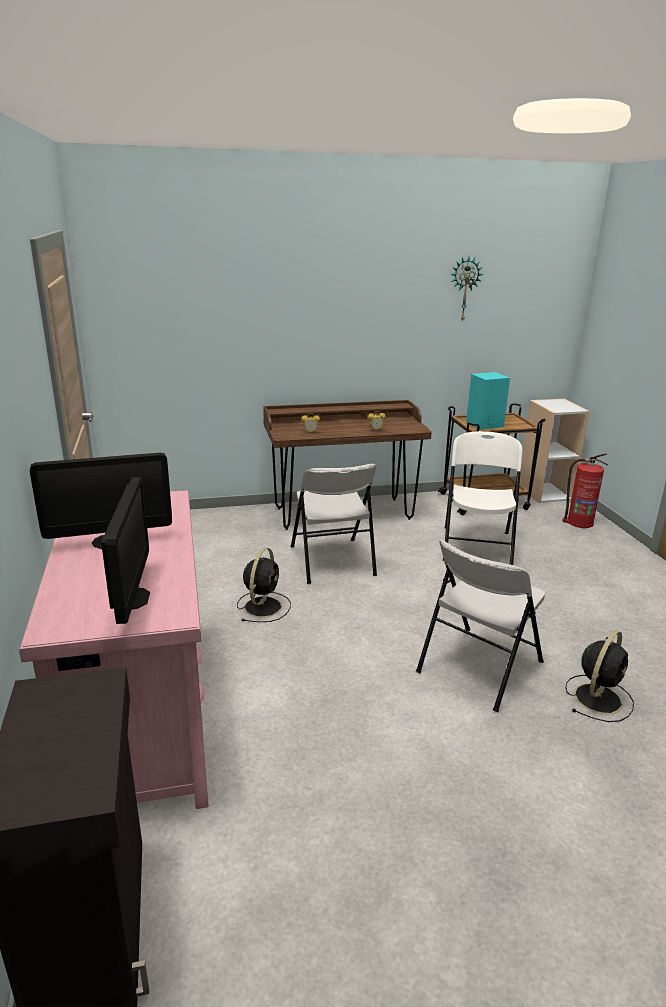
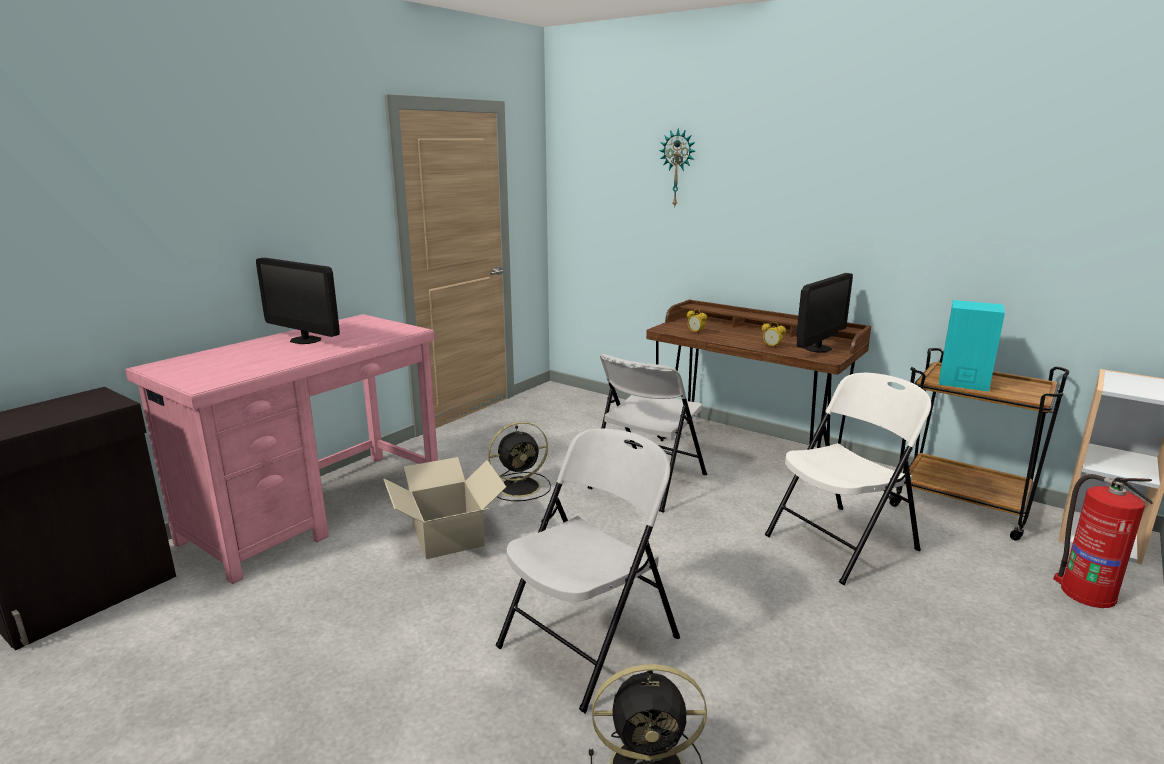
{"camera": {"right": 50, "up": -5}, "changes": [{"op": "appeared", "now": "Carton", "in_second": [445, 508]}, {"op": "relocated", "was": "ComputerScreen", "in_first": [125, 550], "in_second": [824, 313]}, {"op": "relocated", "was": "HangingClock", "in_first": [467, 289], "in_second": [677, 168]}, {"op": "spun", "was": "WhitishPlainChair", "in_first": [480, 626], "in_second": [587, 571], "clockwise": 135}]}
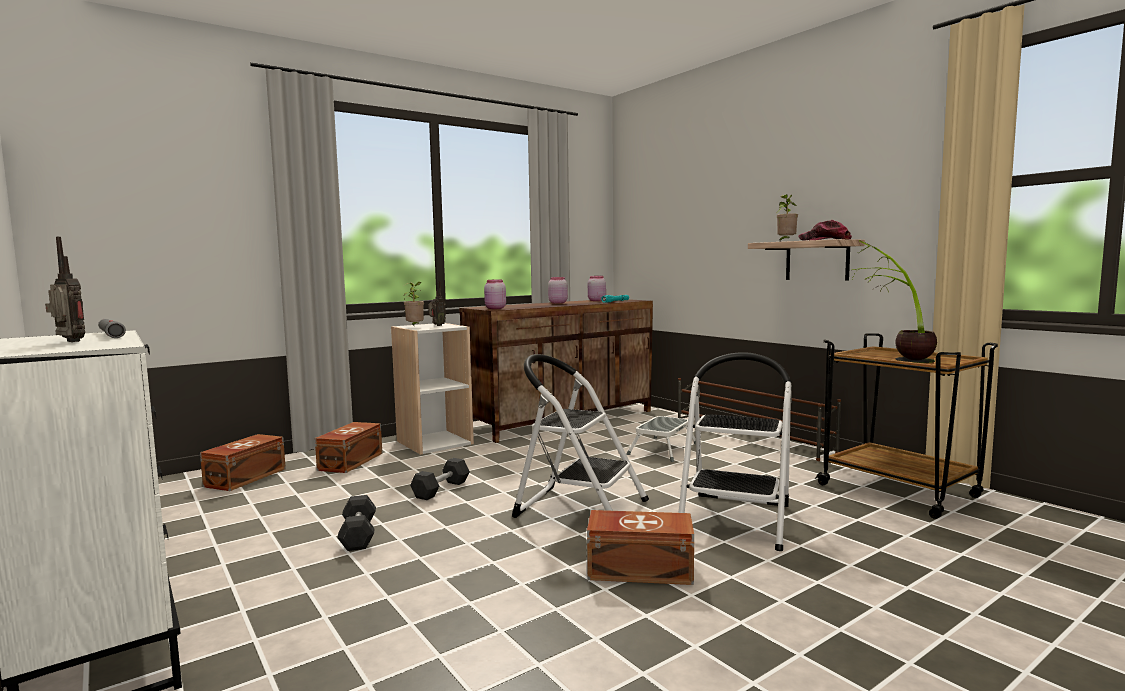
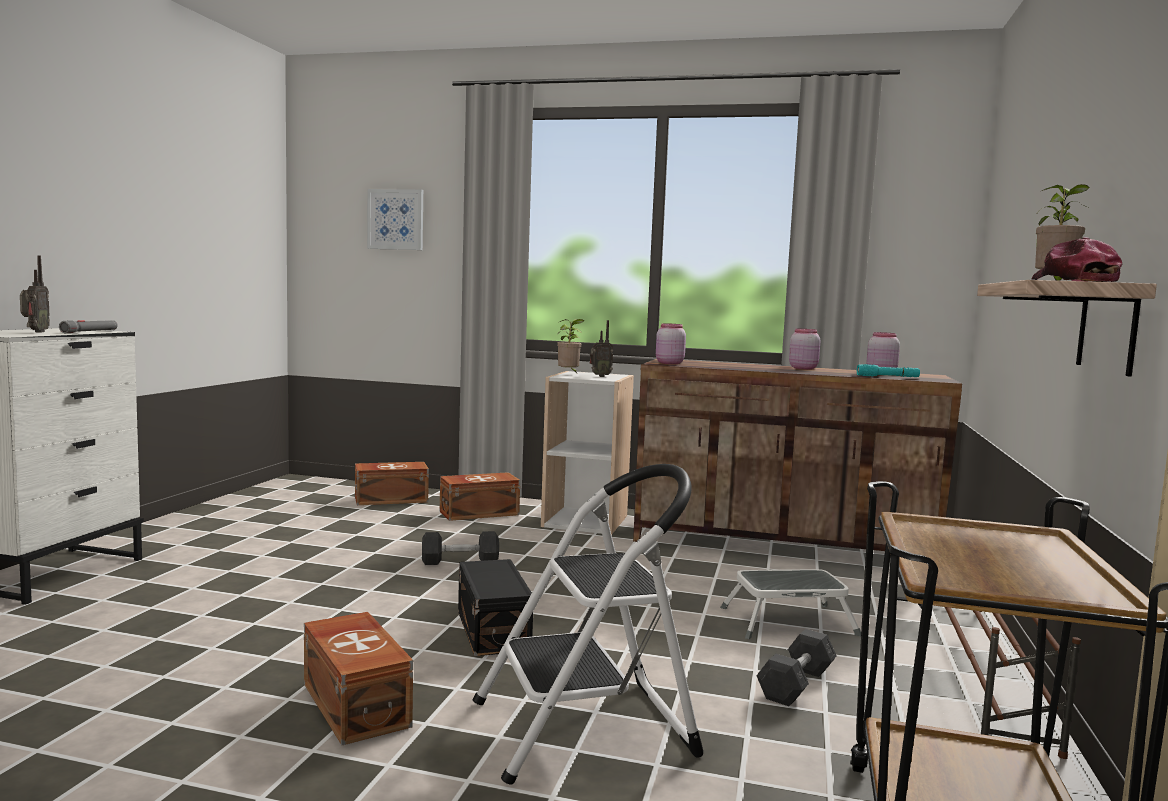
{"camera": {"right": 50, "up": 0}, "changes": [{"op": "missing", "was": "PottedPlant", "in_first": [894, 301]}, {"op": "appeared", "now": "WallPicture", "in_second": [395, 219]}, {"op": "relocated", "was": "GreyishHandWeight", "in_first": [356, 523], "in_second": [796, 667]}, {"op": "exchanged", "was": "StepLadder", "now": "BlackishStorageContainer", "in_first": [580, 436], "in_second": [495, 607]}]}
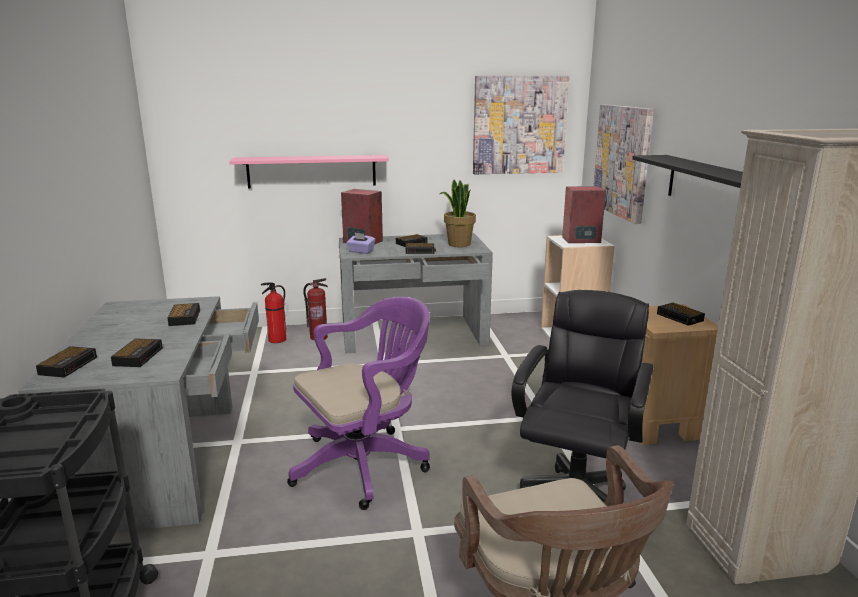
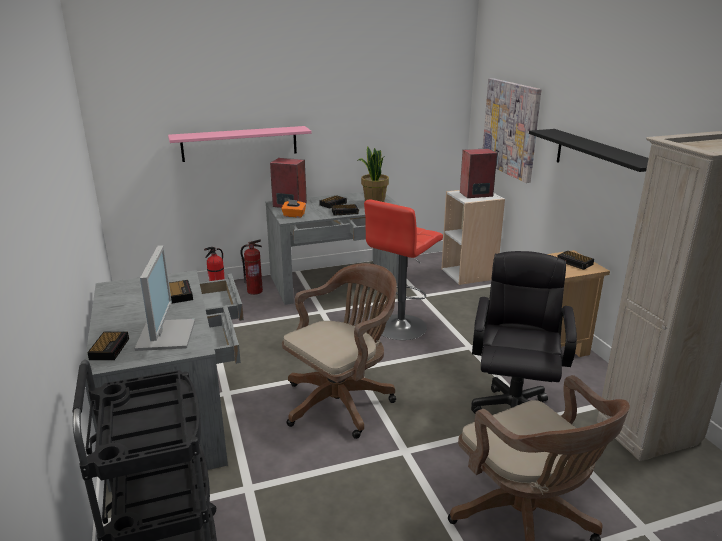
{"camera": {"right": -10, "up": 5}, "changes": [{"op": "missing", "was": "WallPicture", "in_first": [521, 125]}, {"op": "appeared", "now": "RedColouredStool", "in_second": [403, 269]}, {"op": "exchanged", "was": "TableClock", "now": "ComputerScreen", "in_first": [137, 353], "in_second": [165, 298]}, {"op": "colour", "was": "PurpleComputerChair", "now": "BrownComputerChair", "in_first": [358, 403], "in_second": [339, 351]}, {"op": "colour", "was": "PurpleTissueBox", "now": "OrangeyTissueBox", "in_first": [360, 243], "in_second": [293, 208]}]}
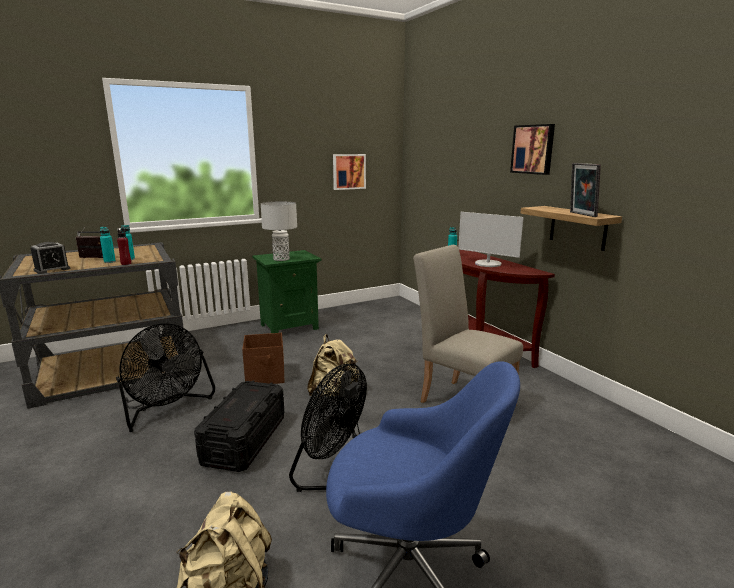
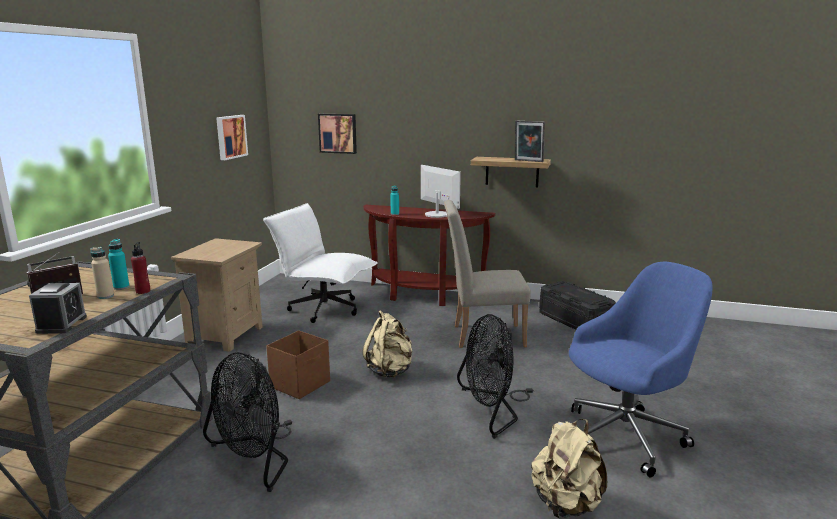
{"camera": {"right": -45, "up": 0}, "changes": [{"op": "missing", "was": "WhitishTableLamp", "in_first": [279, 231]}, {"op": "appeared", "now": "WhitishComputerChair", "in_second": [320, 263]}, {"op": "relocated", "was": "BlackishStorageContainer", "in_first": [239, 426], "in_second": [577, 305]}, {"op": "relocated", "was": "WallPicture", "in_first": [532, 149], "in_second": [337, 134]}, {"op": "colour", "was": "BlueGreenDrinkBottle", "now": "BeigeDrinkBottle", "in_first": [108, 245], "in_second": [102, 273]}, {"op": "colour", "was": "GreenishNightTable", "now": "BeigeNightTable", "in_first": [287, 291], "in_second": [217, 295]}, {"op": "spun", "was": "BlackishElectricFan", "in_first": [165, 377], "in_second": [248, 422], "clockwise": 135}, {"op": "spun", "was": "ComputerScreen", "in_first": [491, 239], "in_second": [441, 191], "clockwise": -120}]}
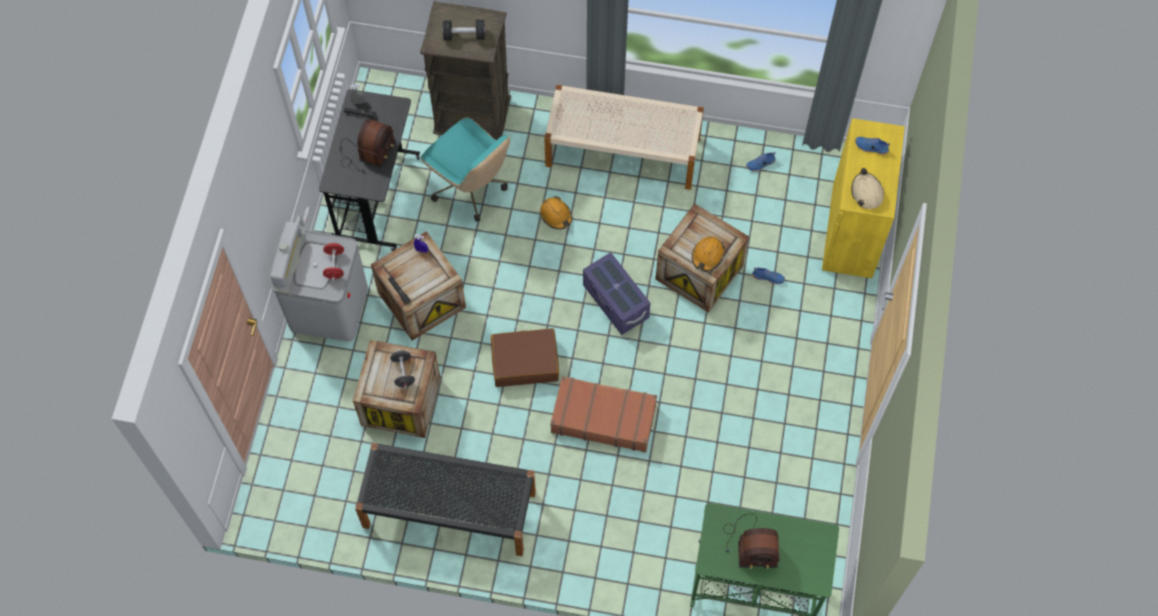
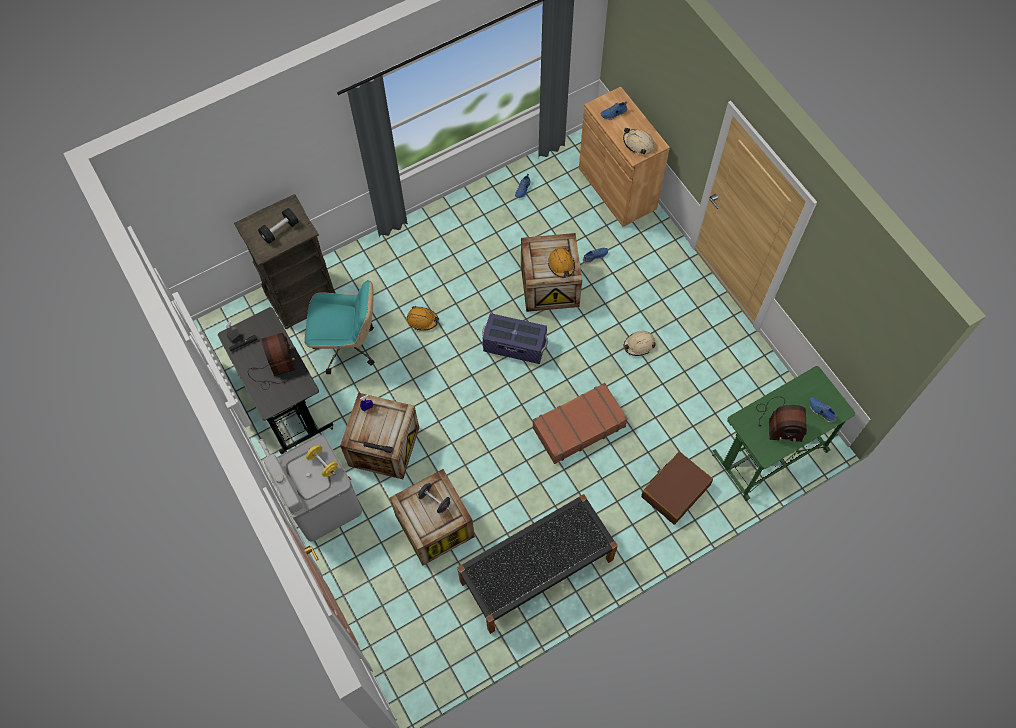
{"camera": {"right": -40, "up": 0}, "changes": [{"op": "missing", "was": "BeigeBench", "in_first": [624, 137]}, {"op": "appeared", "now": "BeigeWorkHelmet", "in_second": [640, 343]}, {"op": "appeared", "now": "BlueColouredShoe", "in_second": [823, 410]}, {"op": "relocated", "was": "BrownTravelCase", "in_first": [525, 357], "in_second": [677, 488]}, {"op": "colour", "was": "RedColouredHandWeight", "now": "YellowColouredHandWeight", "in_first": [333, 261], "in_second": [322, 461]}, {"op": "colour", "was": "YellowColouredStorageCabinet", "now": "BrownStorageCabinet", "in_first": [863, 198], "in_second": [624, 157]}, {"op": "spun", "was": "RadioReceiver", "in_first": [751, 541], "in_second": [781, 419], "clockwise": 45}]}
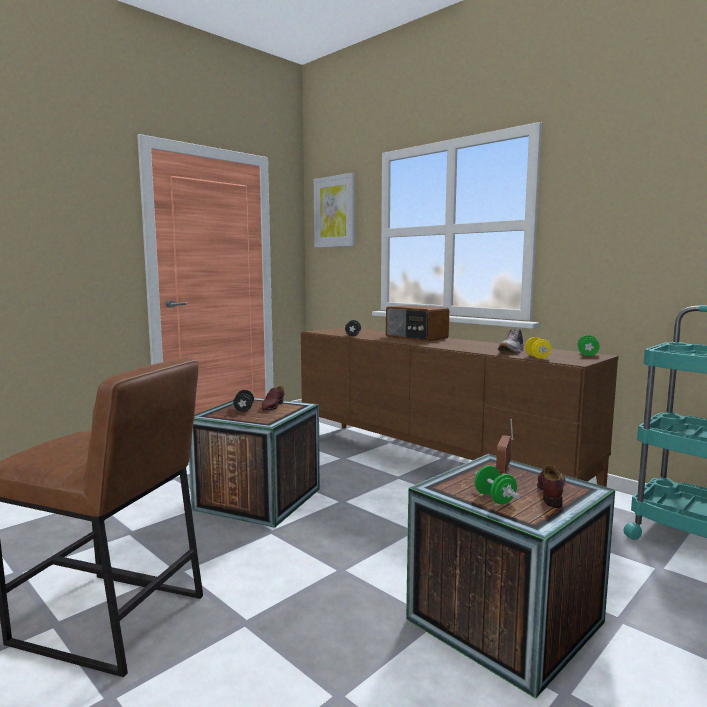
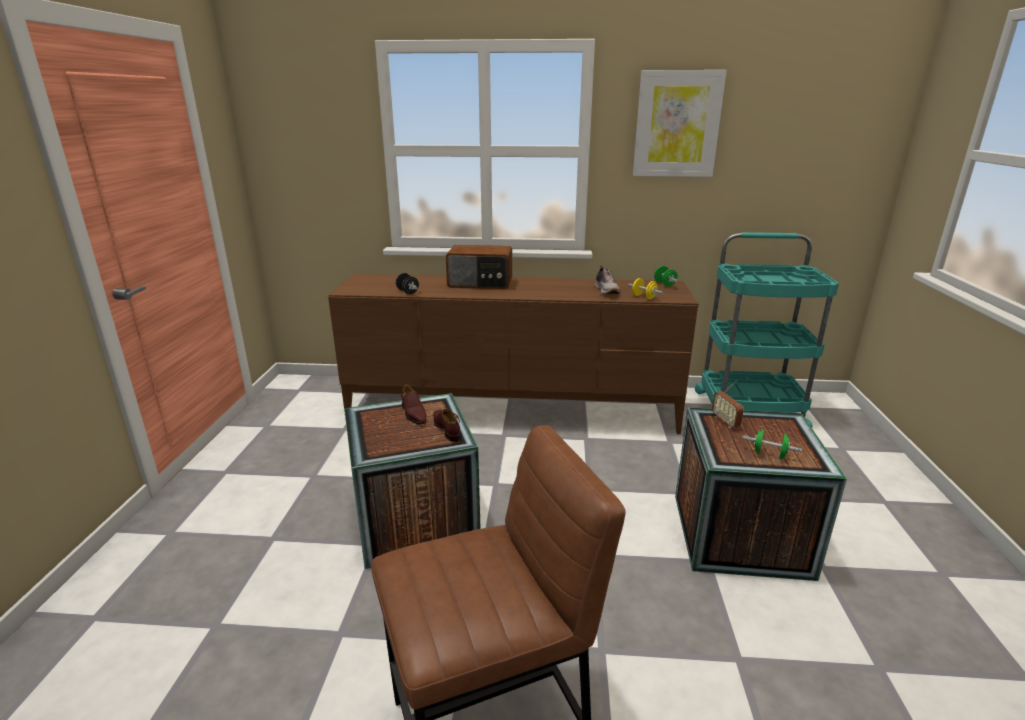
{"camera": {"right": -40, "up": 15}, "changes": [{"op": "missing", "was": "BlackishHandWeight", "in_first": [243, 401]}, {"op": "relocated", "was": "WallPicture", "in_first": [334, 210], "in_second": [680, 123]}, {"op": "relocated", "was": "BrownShoe", "in_first": [551, 486], "in_second": [447, 425]}]}
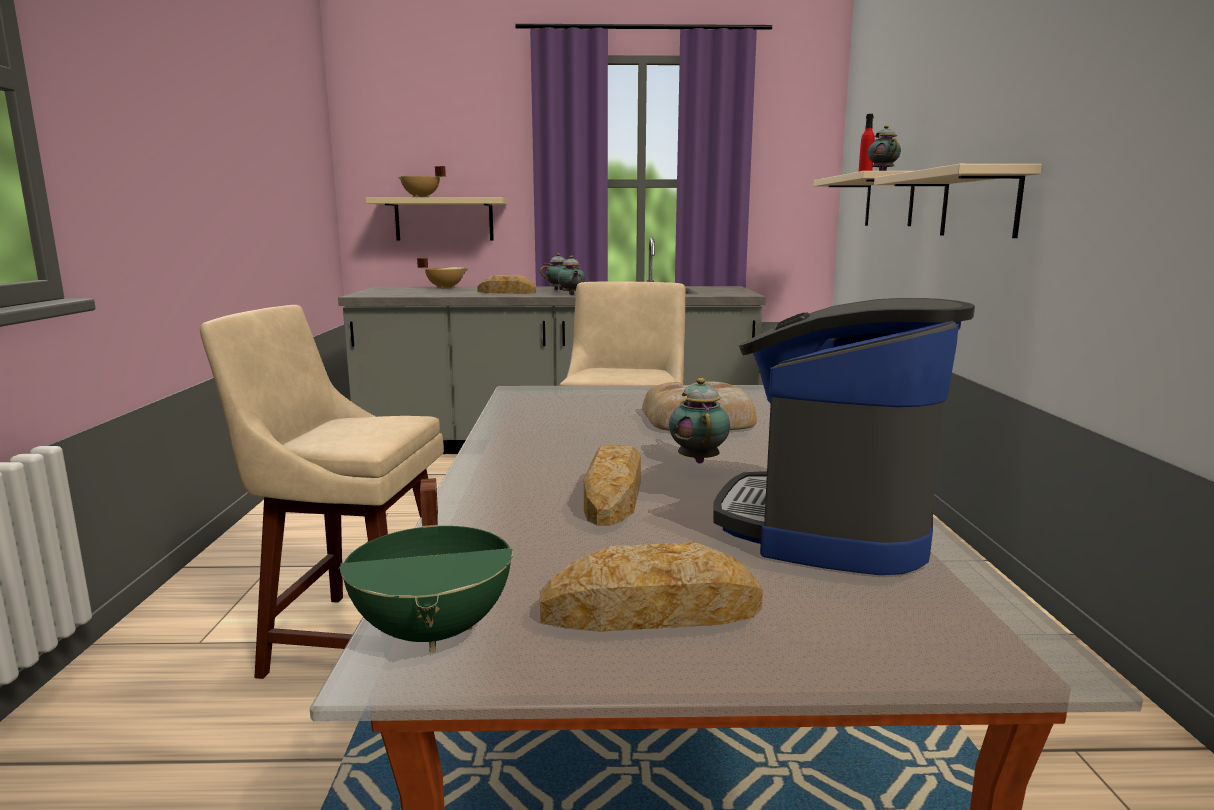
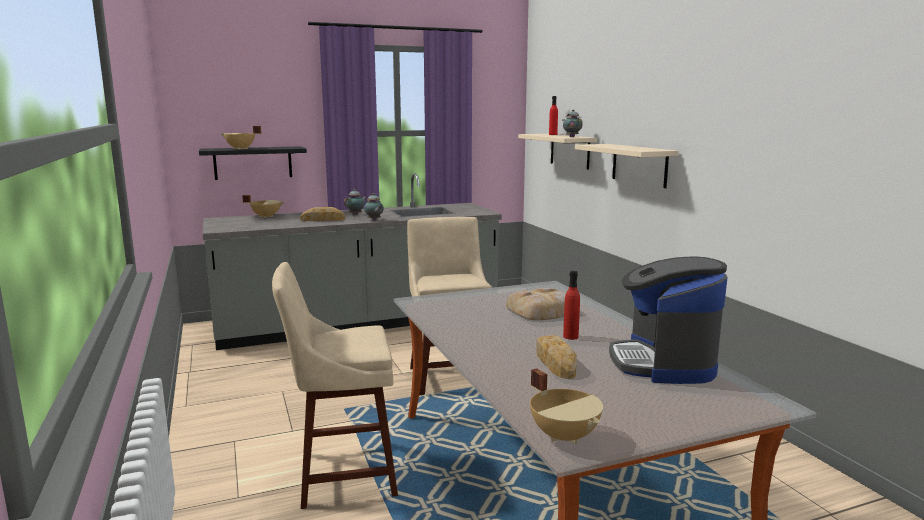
{"camera": {"right": -20, "up": 0}, "changes": [{"op": "missing", "was": "BakeryBread", "in_first": [651, 586]}, {"op": "exchanged", "was": "TeaPot", "now": "RedColouredDrinkBottle", "in_first": [699, 420], "in_second": [571, 305]}, {"op": "colour", "was": "GreenishSaucepot", "now": "BeigeSaucepot", "in_first": [426, 565], "in_second": [566, 406]}, {"op": "colour", "was": "BeigeBracketShelf", "now": "BlackishBracketShelf", "in_first": [436, 218], "in_second": [253, 163]}]}
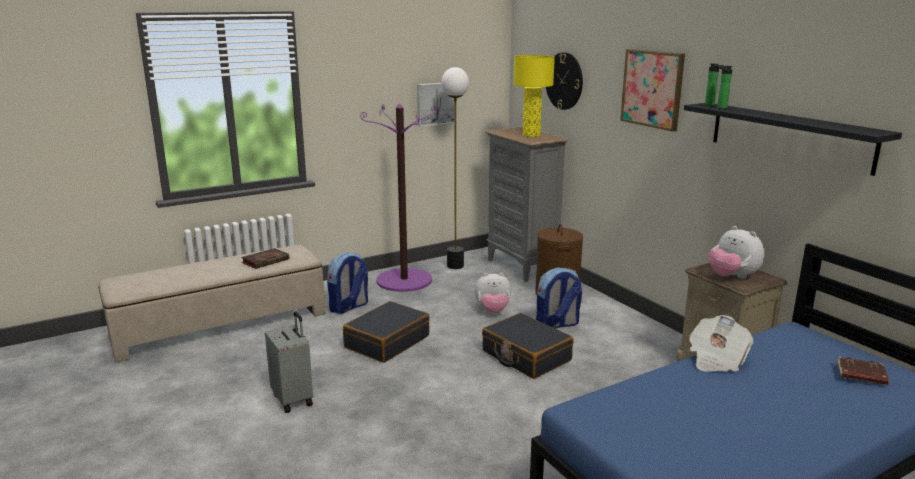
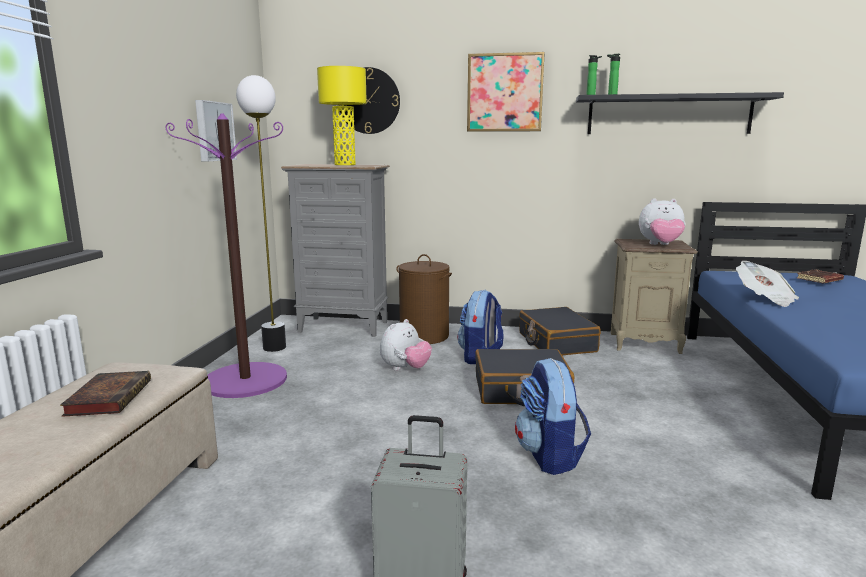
{"camera": {"right": -50, "up": -5}, "changes": [{"op": "relocated", "was": "Knapsack", "in_first": [347, 283], "in_second": [553, 416]}, {"op": "relocated", "was": "BlackishTravelCase", "in_first": [386, 332], "in_second": [560, 331]}]}
